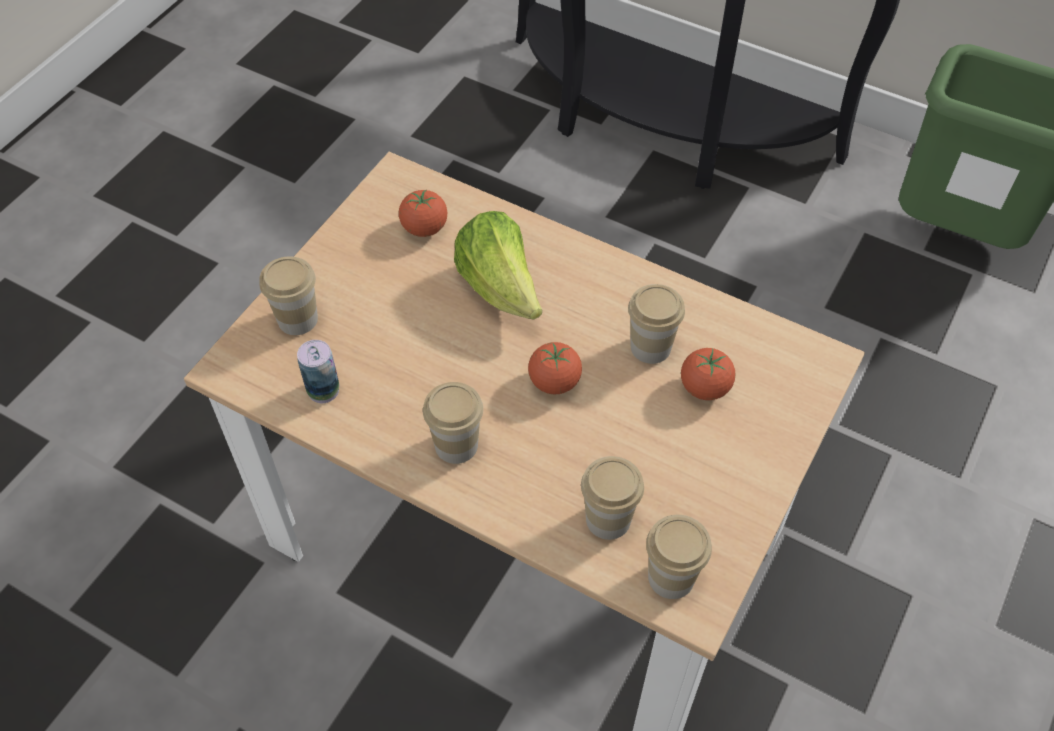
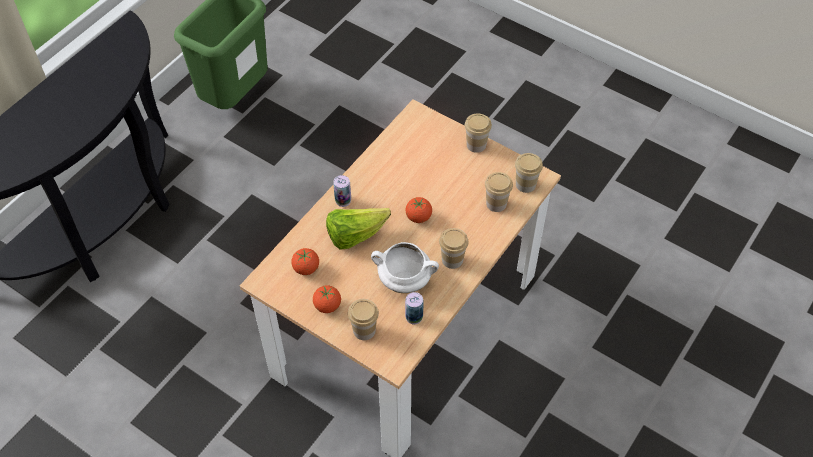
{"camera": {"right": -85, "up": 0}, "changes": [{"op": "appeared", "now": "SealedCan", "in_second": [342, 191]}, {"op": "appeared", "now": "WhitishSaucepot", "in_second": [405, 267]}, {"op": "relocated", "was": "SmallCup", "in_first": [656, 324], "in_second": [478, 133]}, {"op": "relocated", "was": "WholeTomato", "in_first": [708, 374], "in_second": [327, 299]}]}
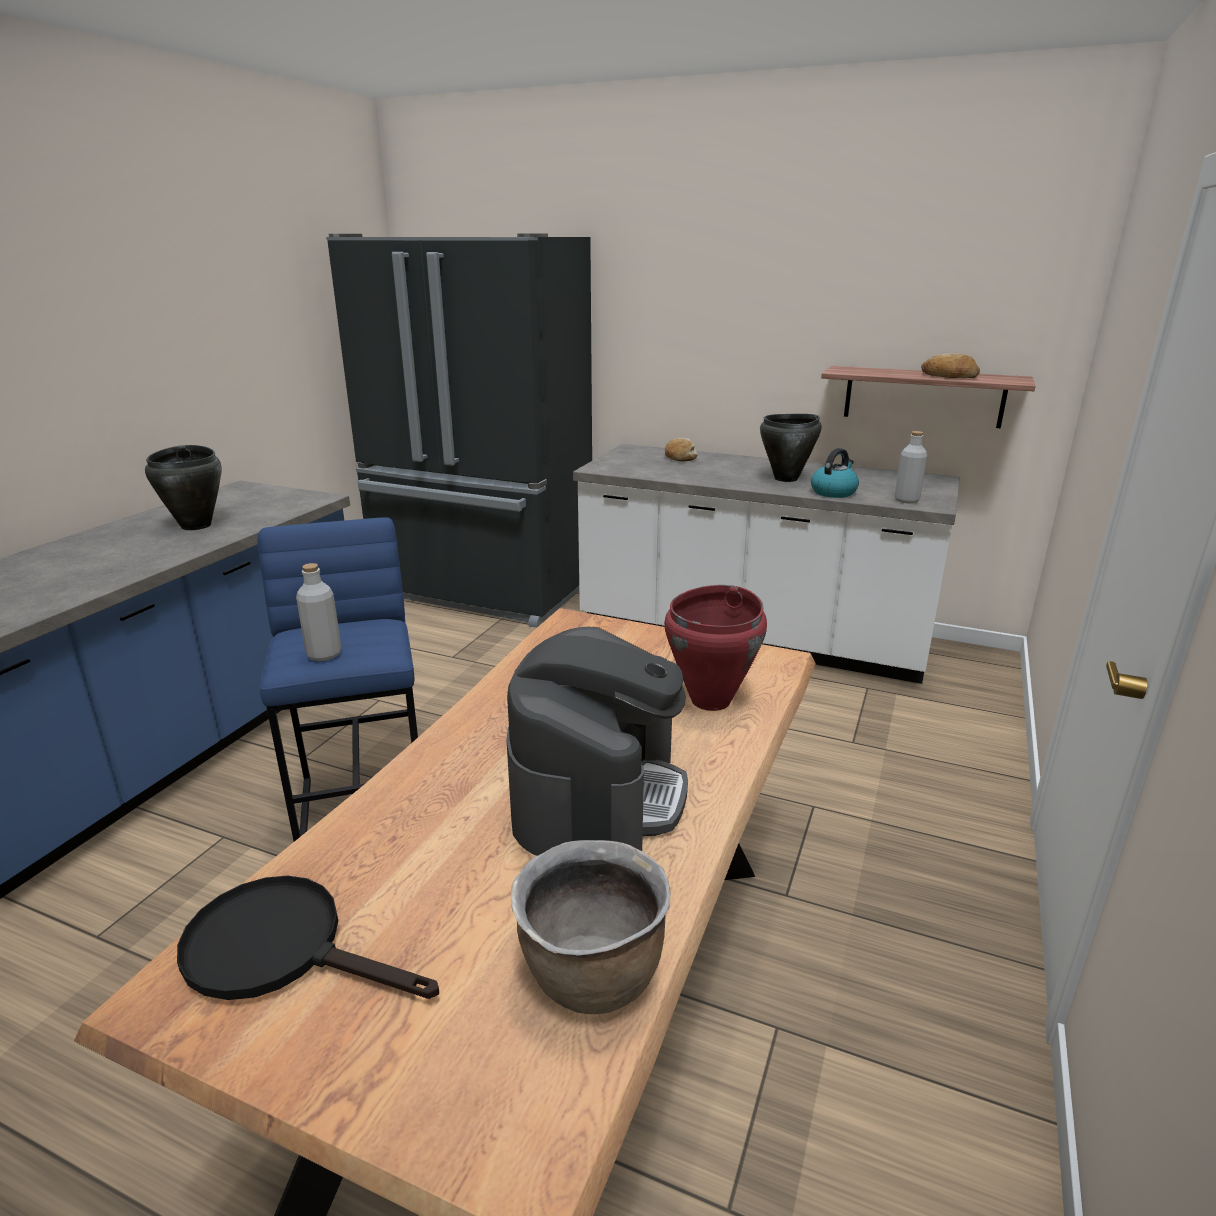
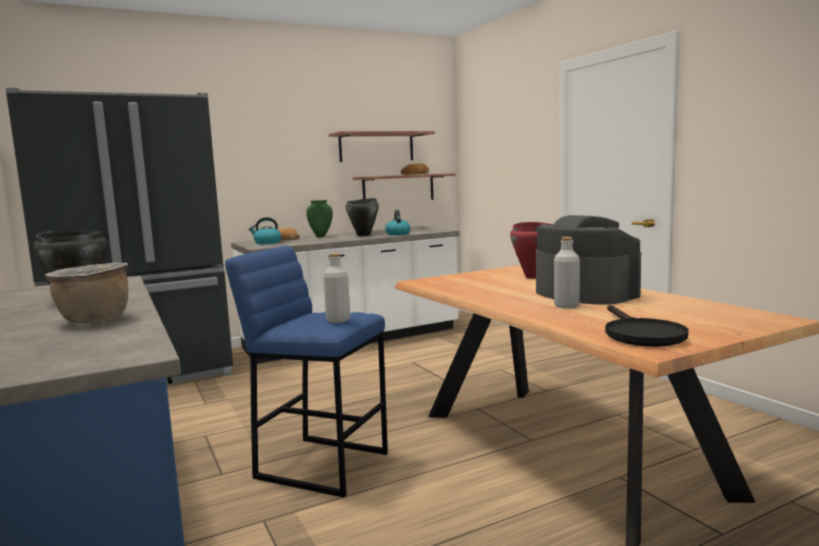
{"camera": {"right": -50, "up": -15}, "changes": [{"op": "appeared", "now": "Kettle", "in_second": [265, 230]}, {"op": "appeared", "now": "GreenishVase", "in_second": [319, 218]}, {"op": "appeared", "now": "BracketShelf", "in_second": [381, 146]}, {"op": "relocated", "was": "BrownSaucepot", "in_first": [591, 927], "in_second": [86, 293]}, {"op": "relocated", "was": "GreyishDrinkBottle", "in_first": [910, 467], "in_second": [567, 272]}, {"op": "spun", "was": "BlackishSkillet", "in_first": [308, 938], "in_second": [647, 326], "clockwise": -60}]}
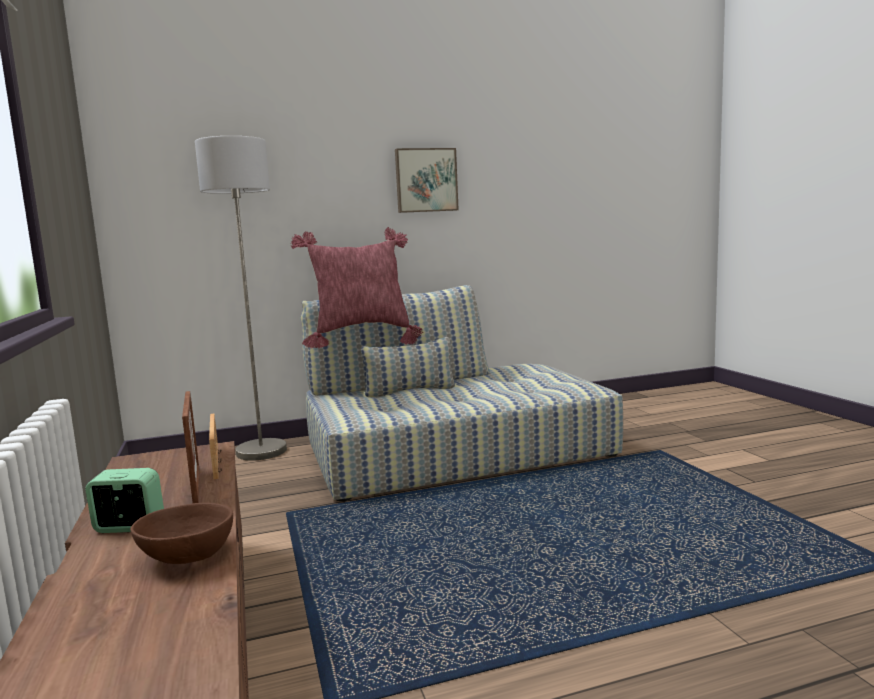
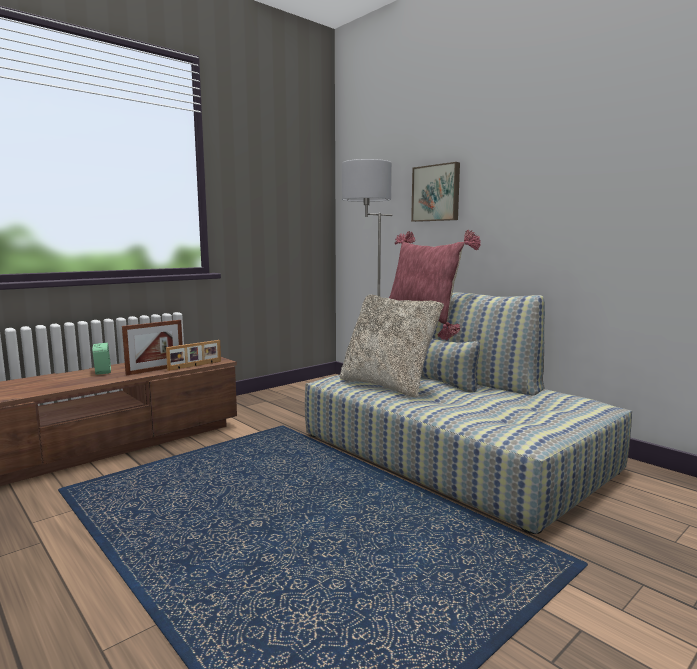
{"camera": {"right": 65, "up": 0}, "changes": [{"op": "missing", "was": "BrownServingBowl", "in_first": [181, 533]}, {"op": "appeared", "now": "BeigePillow", "in_second": [392, 345]}, {"op": "relocated", "was": "WallPicture", "in_first": [427, 180], "in_second": [435, 192]}]}
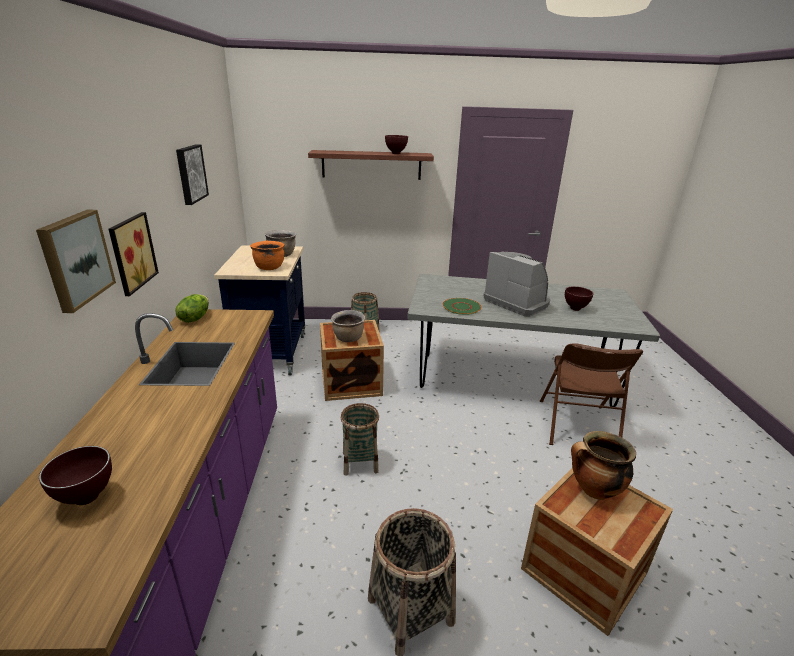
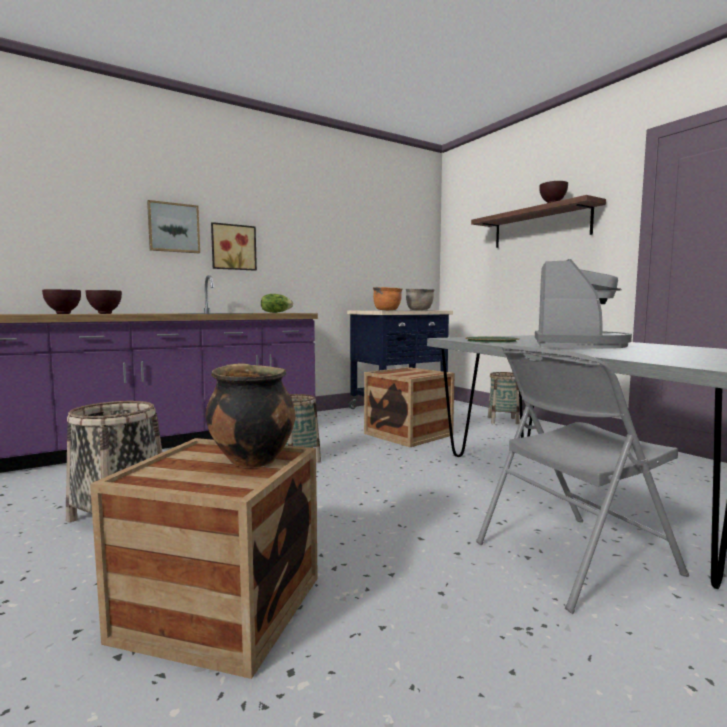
{"camera": {"right": 60, "up": -20}, "changes": [{"op": "missing", "was": "WallPicture", "in_first": [192, 174]}, {"op": "missing", "was": "BrownSaucepot", "in_first": [348, 326]}, {"op": "relocated", "was": "BrownServingBowl", "in_first": [579, 298], "in_second": [103, 302]}, {"op": "colour", "was": "BrownPlainChair", "now": "GreyishPlainChair", "in_first": [591, 394], "in_second": [582, 479]}]}
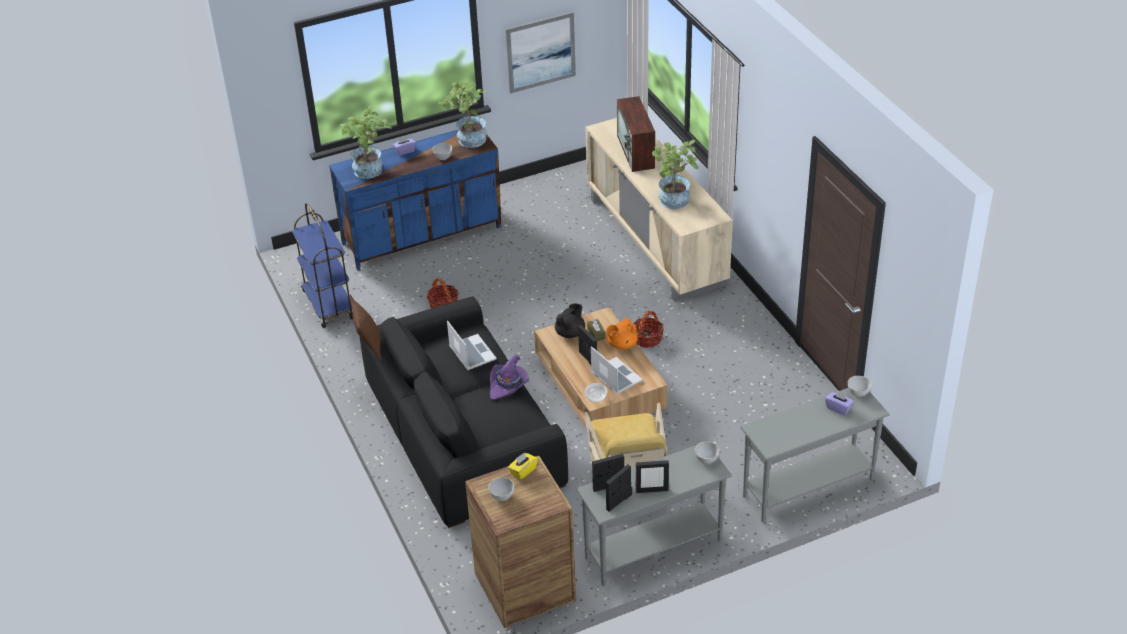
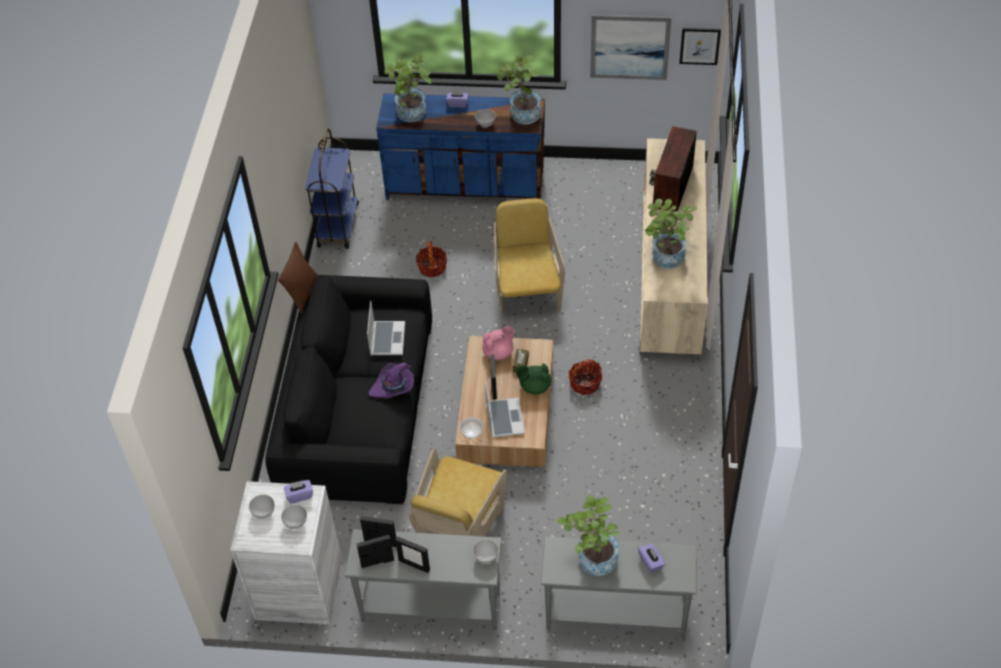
{"camera": {"right": 30, "up": 10}, "changes": [{"op": "appeared", "now": "YellowColouredEasyChair", "in_second": [529, 257]}, {"op": "appeared", "now": "PottedPlant", "in_second": [588, 535]}, {"op": "appeared", "now": "WallPicture", "in_second": [700, 46]}, {"op": "relocated", "was": "GreyishServingBowl", "in_first": [860, 386], "in_second": [294, 516]}, {"op": "colour", "was": "BrownStorageCabinet", "now": "WhitishStorageCabinet", "in_first": [520, 542], "in_second": [286, 553]}, {"op": "colour", "was": "YellowColouredTissueBox", "now": "PurpleTissueBox", "in_first": [523, 466], "in_second": [298, 492]}, {"op": "colour", "was": "BlackishTeaPot", "now": "PinkTeaPot", "in_first": [570, 321], "in_second": [498, 343]}, {"op": "colour", "was": "OrangeyTeaPot", "now": "GreenishTeaPot", "in_first": [622, 334], "in_second": [533, 378]}]}
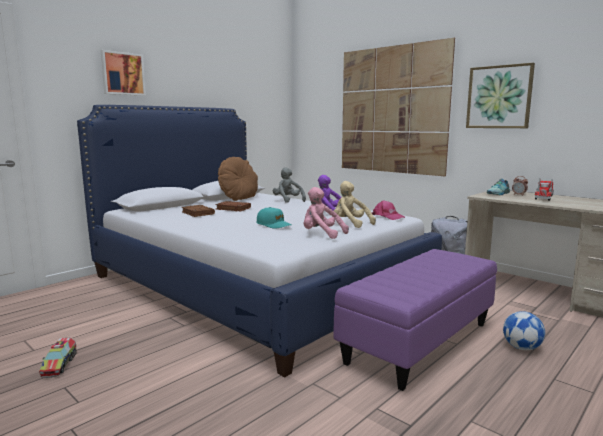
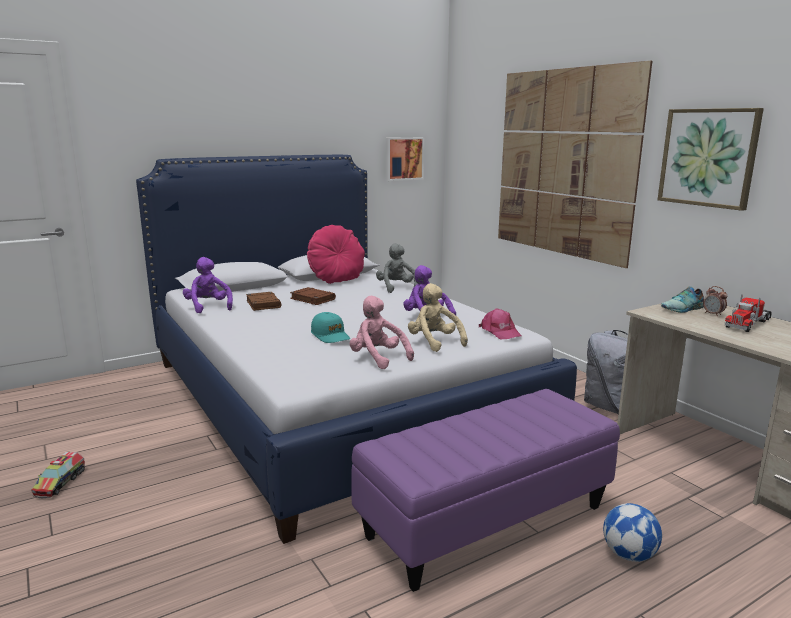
{"camera": {"right": 15, "up": 5}, "changes": [{"op": "appeared", "now": "PurpleCuddlyToy", "in_second": [208, 285]}, {"op": "relocated", "was": "WallPicture", "in_first": [123, 73], "in_second": [405, 159]}, {"op": "colour", "was": "BrownPillow", "now": "PinkPillow", "in_first": [238, 179], "in_second": [336, 254]}]}
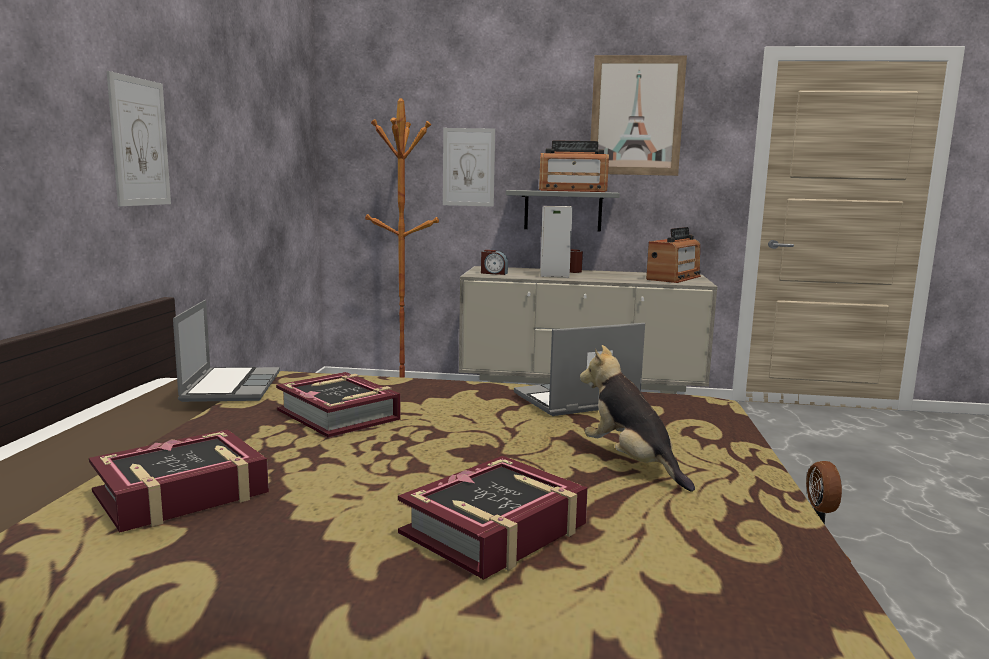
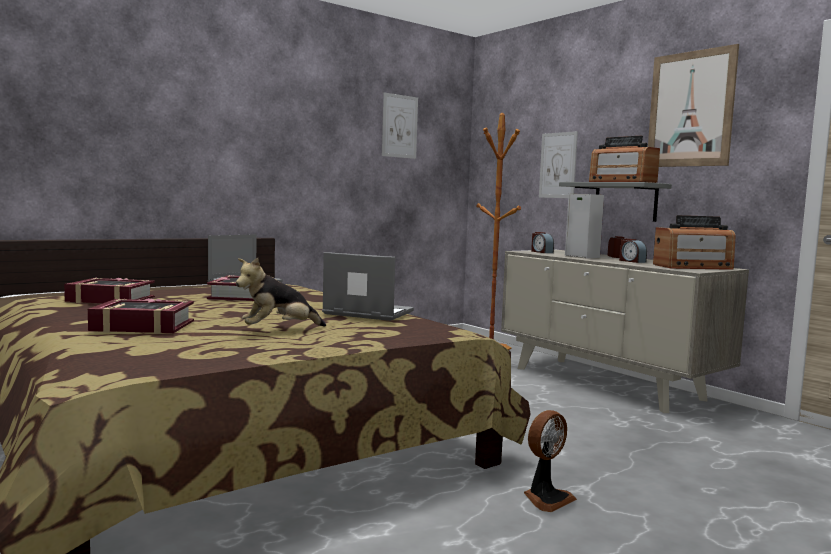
{"camera": {"right": 45, "up": -5}, "changes": [{"op": "appeared", "now": "TableClock", "in_second": [633, 251]}, {"op": "relocated", "was": "WallPicture", "in_first": [139, 138], "in_second": [400, 125]}, {"op": "spun", "was": "CuddlyToy", "in_first": [637, 418], "in_second": [281, 292], "clockwise": -135}]}
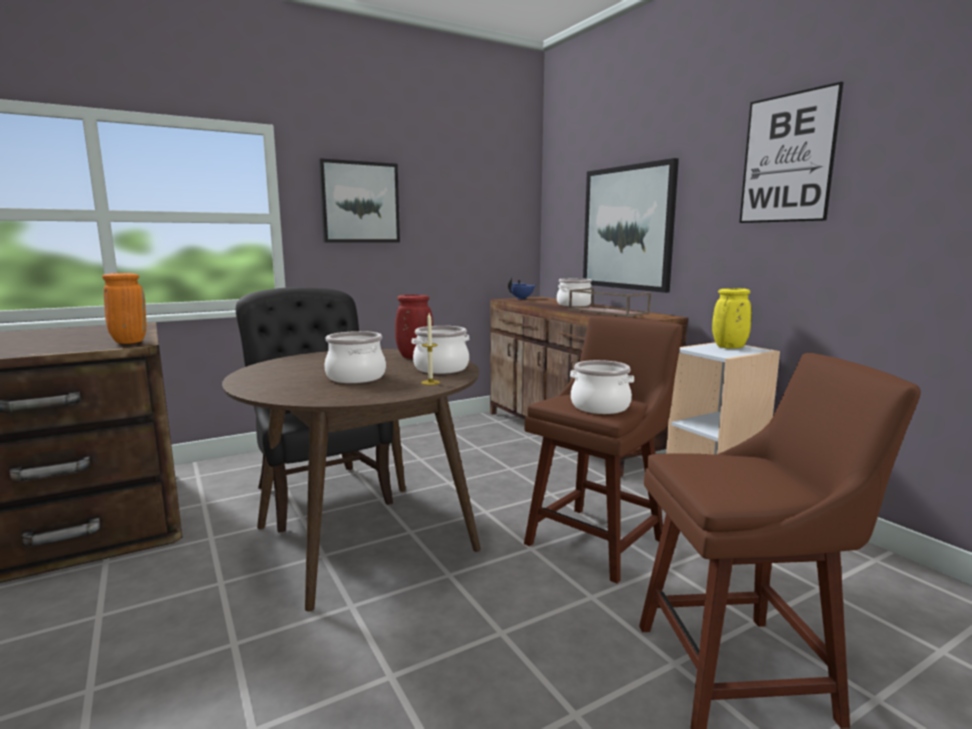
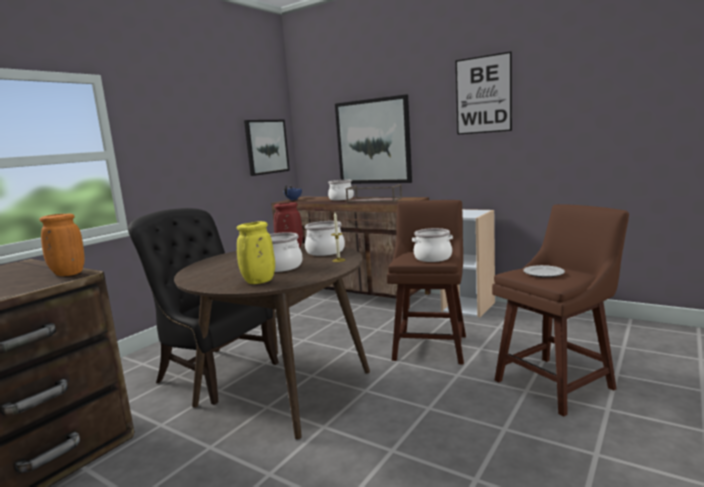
{"camera": {"right": -25, "up": 0}, "changes": [{"op": "appeared", "now": "DinnerPlate", "in_second": [544, 271]}, {"op": "relocated", "was": "WallPicture", "in_first": [359, 200], "in_second": [267, 148]}, {"op": "relocated", "was": "YellowColouredVase", "in_first": [731, 318], "in_second": [256, 252]}]}
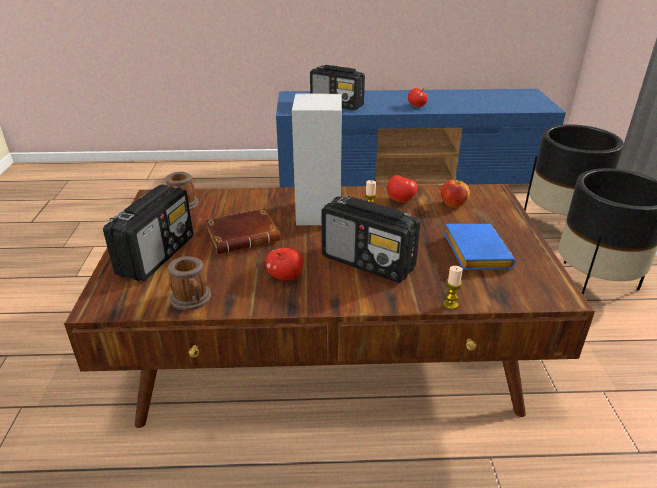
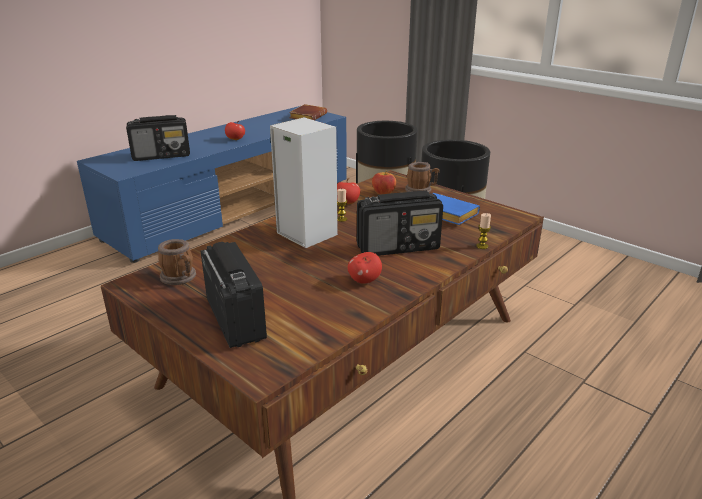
{"camera": {"right": -45, "up": -5}, "changes": [{"op": "relocated", "was": "CoffeeMug", "in_first": [189, 283], "in_second": [422, 177]}, {"op": "relocated", "was": "BrownVolume", "in_first": [242, 231], "in_second": [308, 112]}]}
